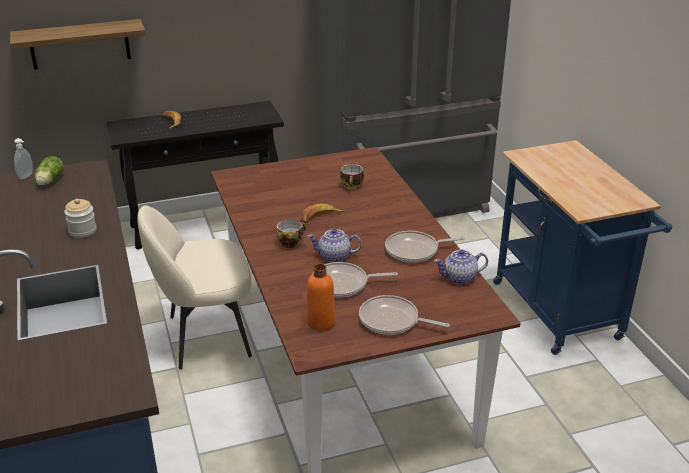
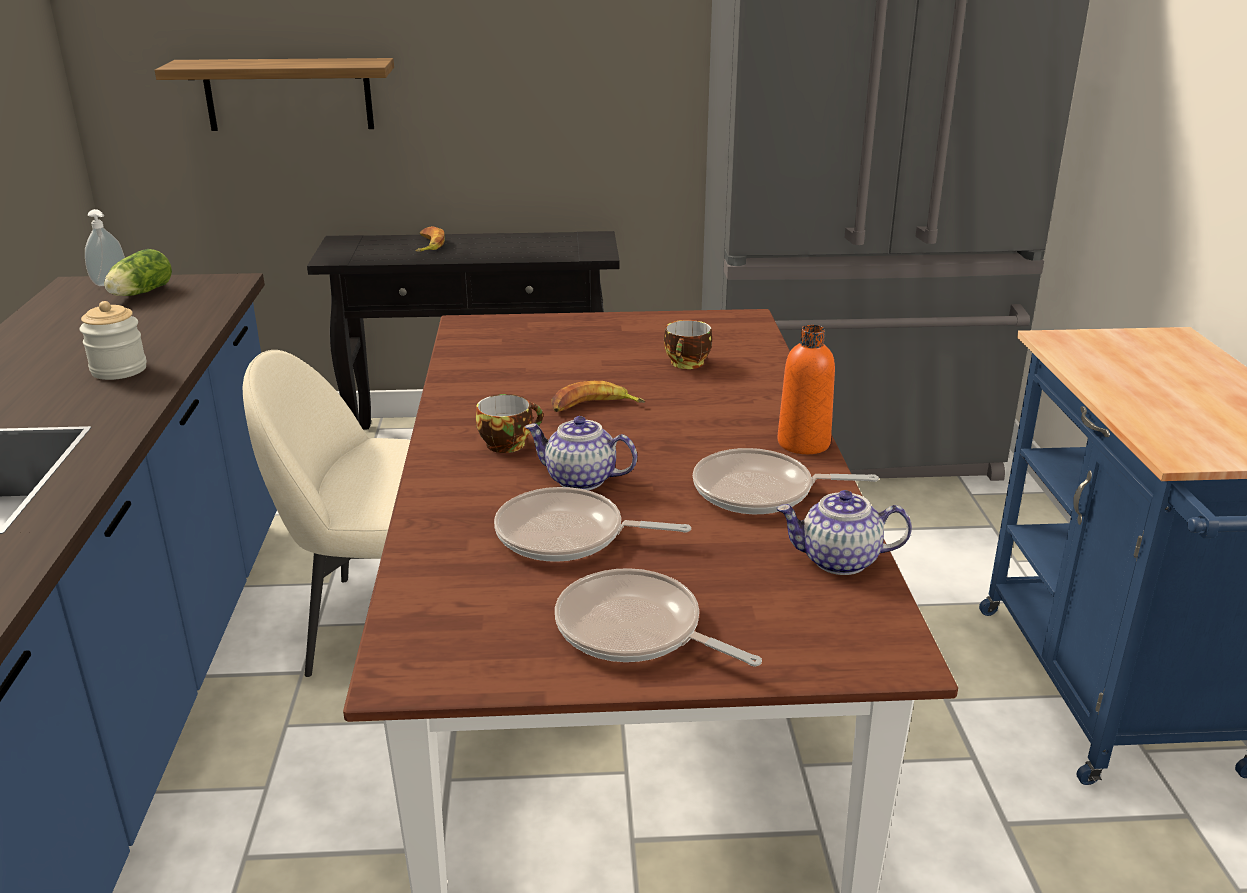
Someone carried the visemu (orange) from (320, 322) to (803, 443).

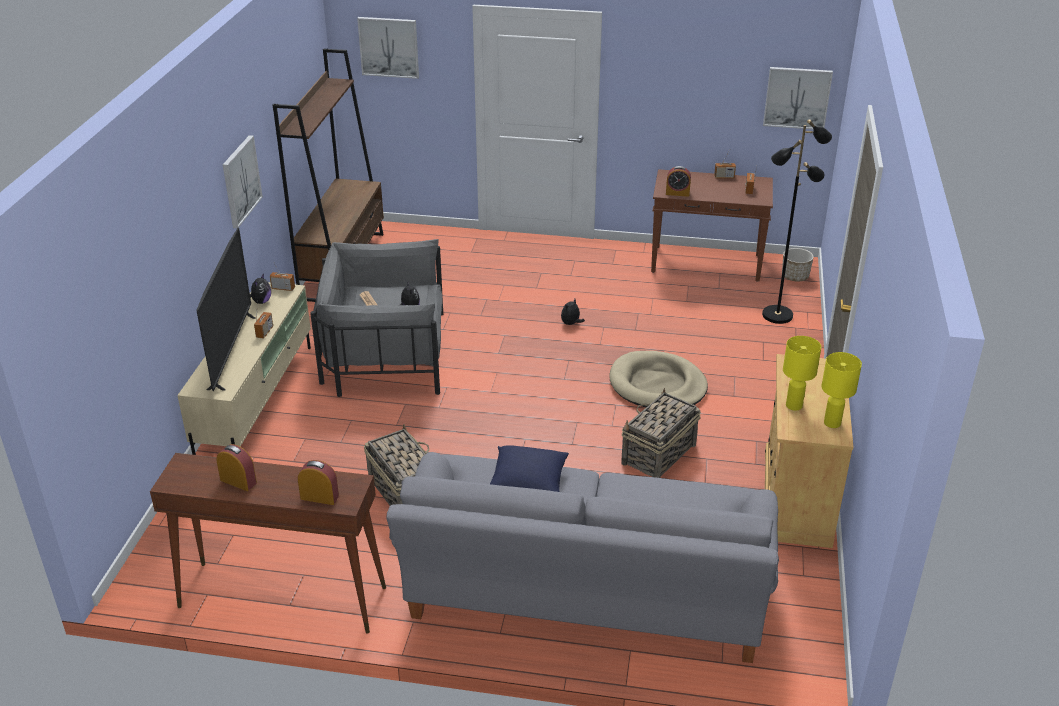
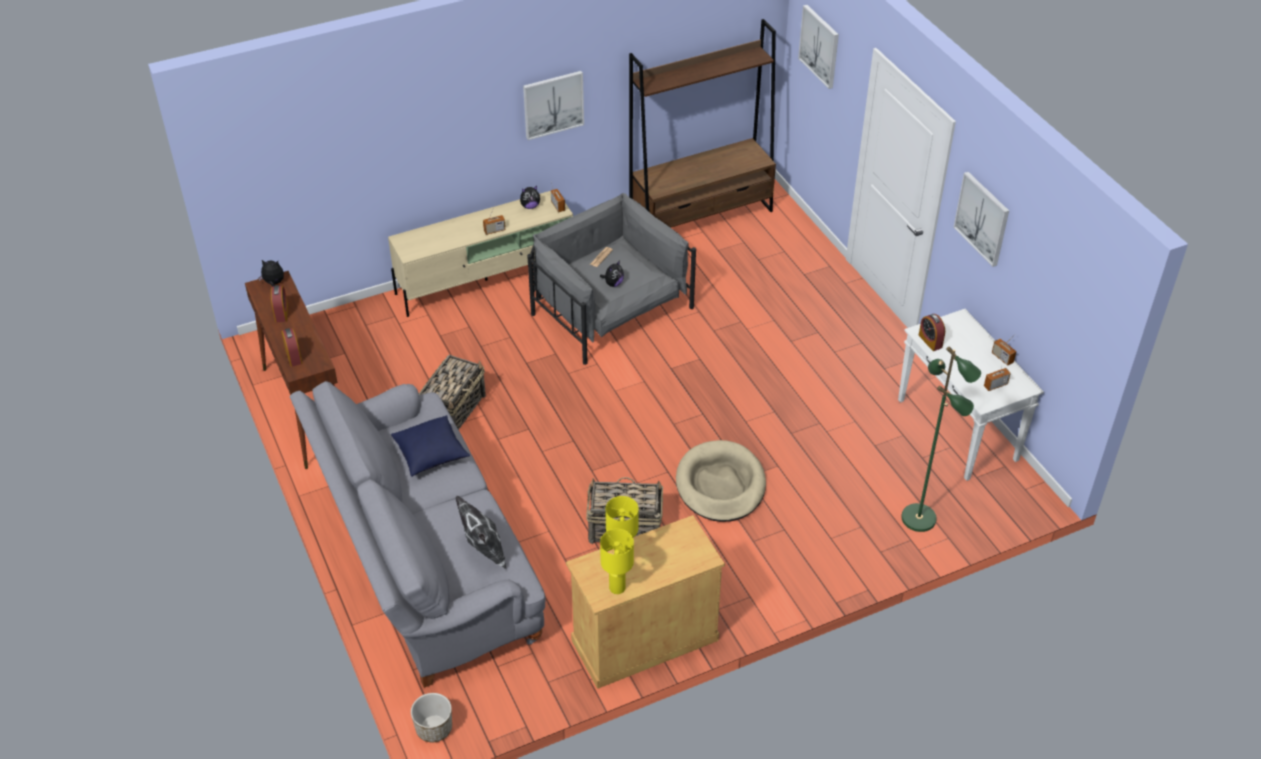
Someone carried the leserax from (797, 97) to (982, 218). Someone repainted the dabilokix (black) at (777, 314), which became the dabilokix (green) at (919, 518). Someone repainted the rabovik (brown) at (707, 263), which became the rabovik (white) at (958, 431). Someone took away the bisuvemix at (232, 352). Someone carried the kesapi from (795, 276) to (434, 728). Someone carried the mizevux from (571, 324) to (274, 283). Someone put down the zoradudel at (484, 553).

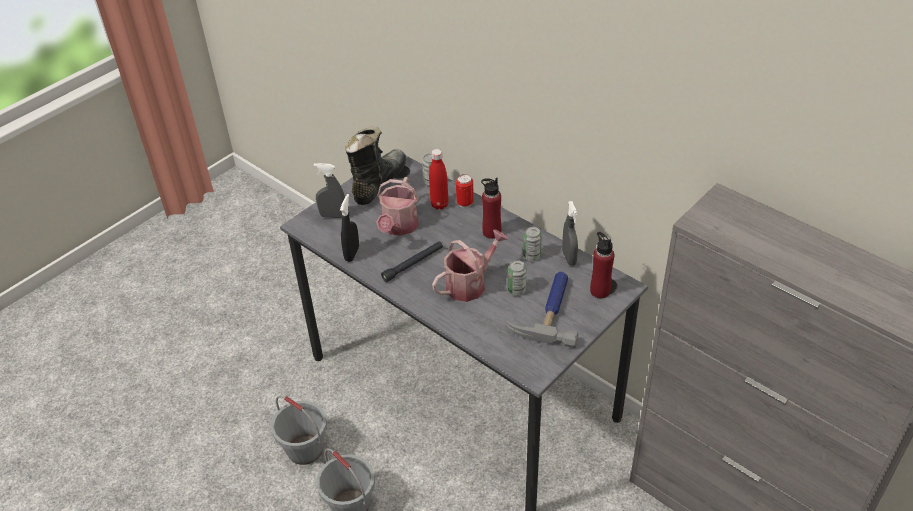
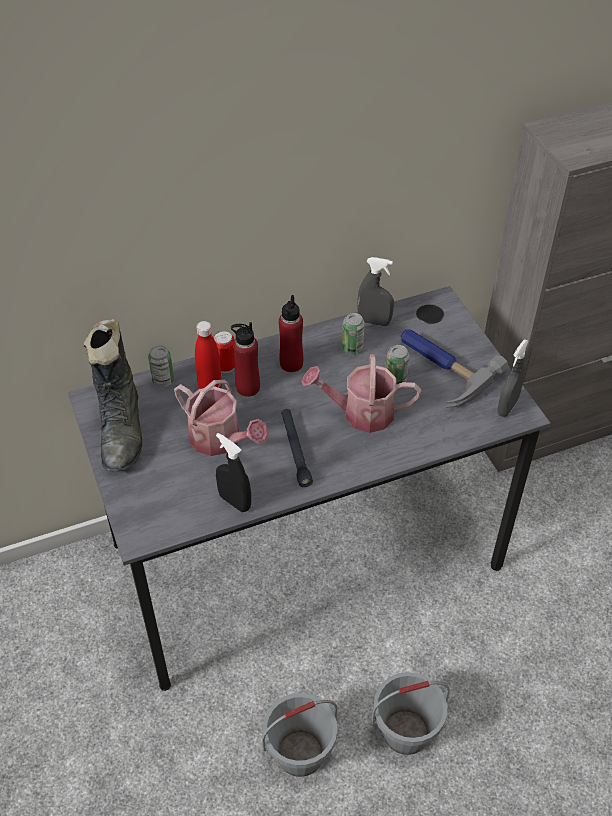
Someone rotated the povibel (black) at (378, 182) by 150 degrees counterclockwise. Someone carried the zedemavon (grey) from (333, 216) to (507, 407). Someone rotated the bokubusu at (470, 283) by 75 degrees counterclockwise. Someone carried the visemu (red) from (600, 291) to (248, 387).

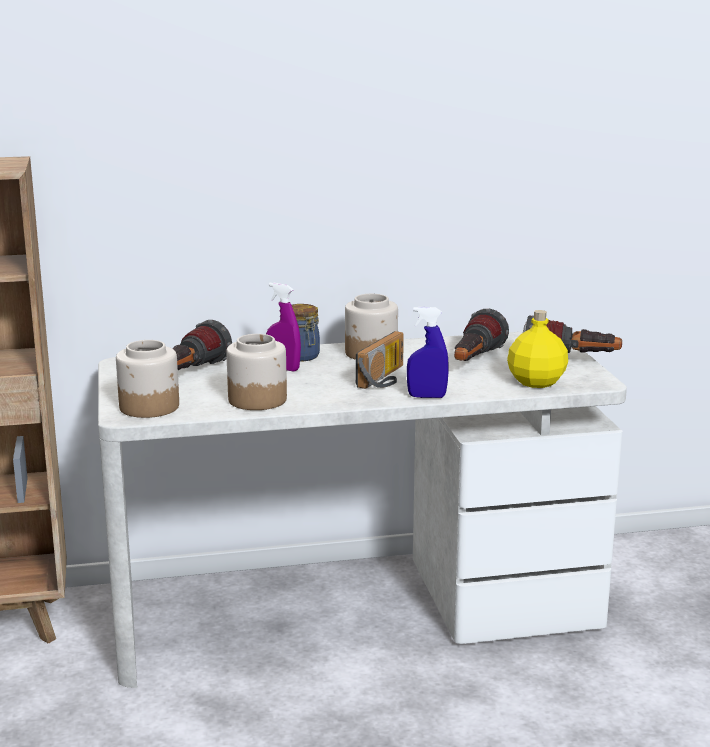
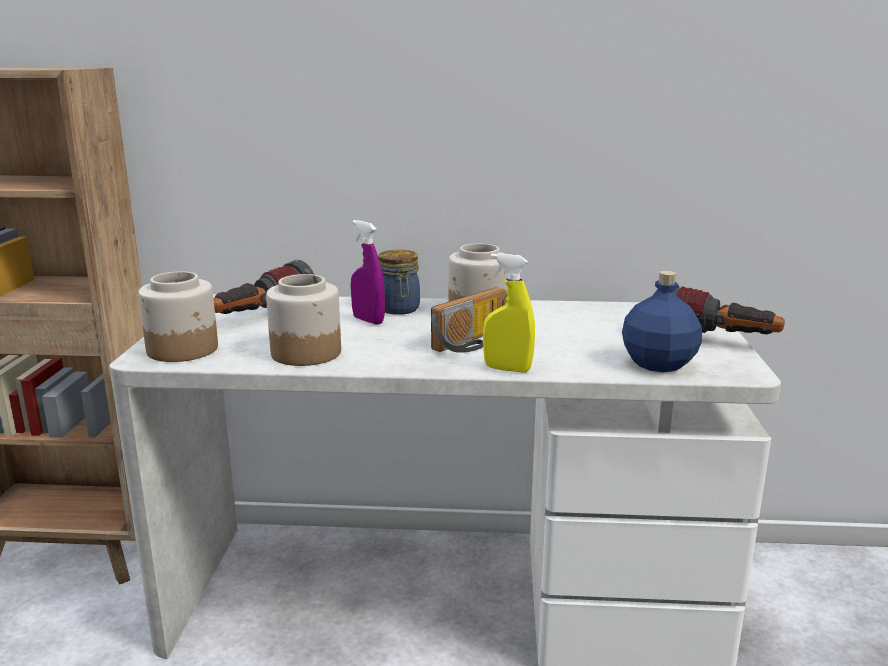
Someone repainted the zedemavon (blue) at (426, 396), which became the zedemavon (yellow) at (507, 369). Someone took away the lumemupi at (474, 362). Someone repainted the visemu (yellow) at (537, 382), which became the visemu (blue) at (659, 364).

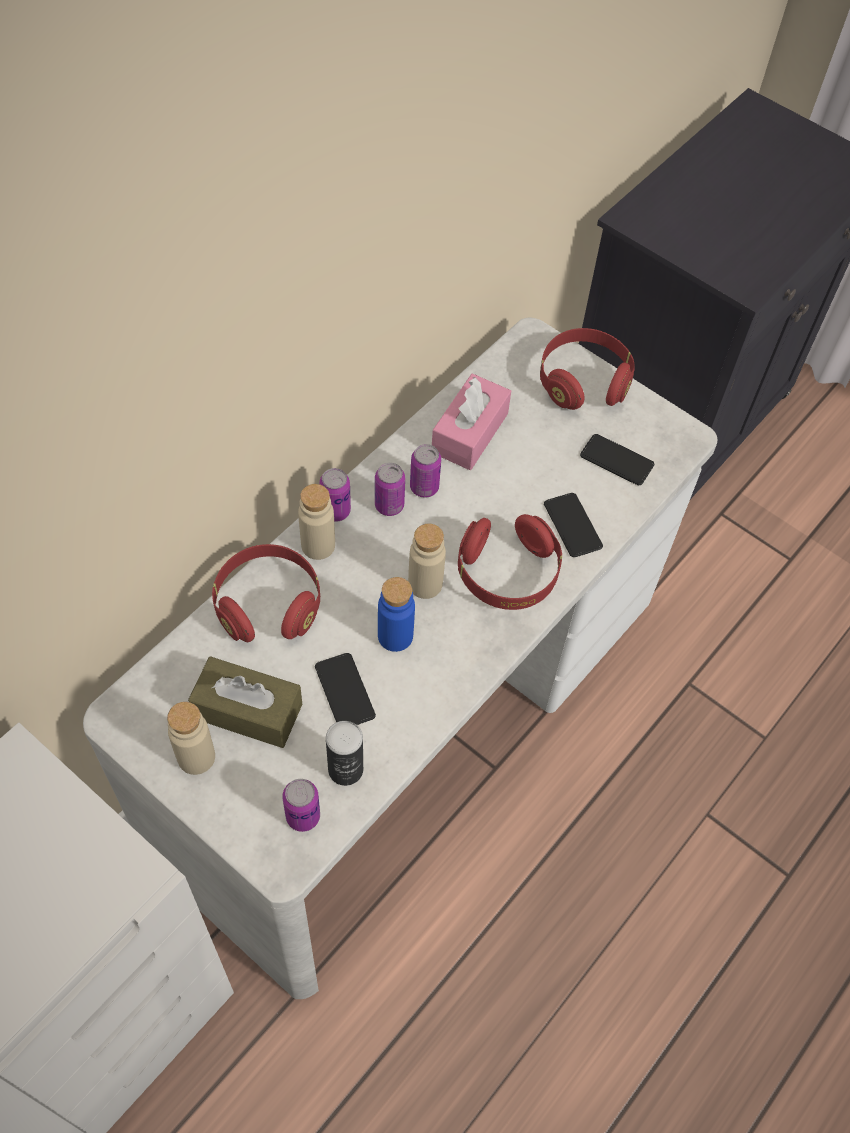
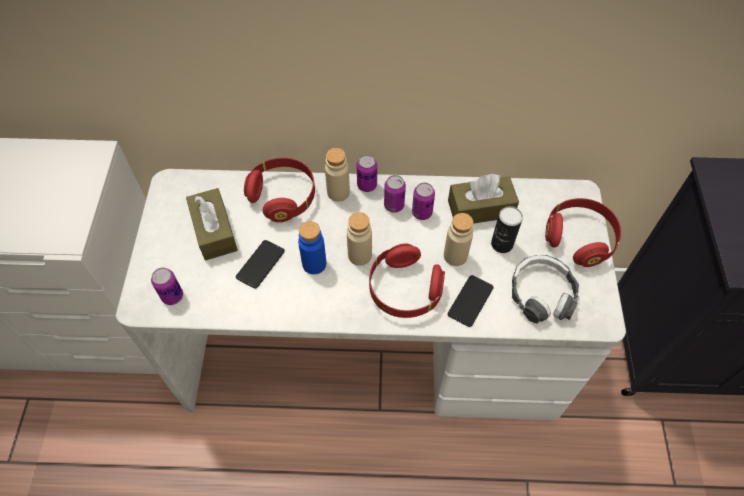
Someone repainted the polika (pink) at (470, 433), which became the polika (brown) at (480, 209). Someone swapped the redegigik at (616, 460) for the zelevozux at (541, 293). Someone carried the visemu (beige) from (196, 757) to (455, 256). Someone carried the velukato from (345, 769) to (502, 244).

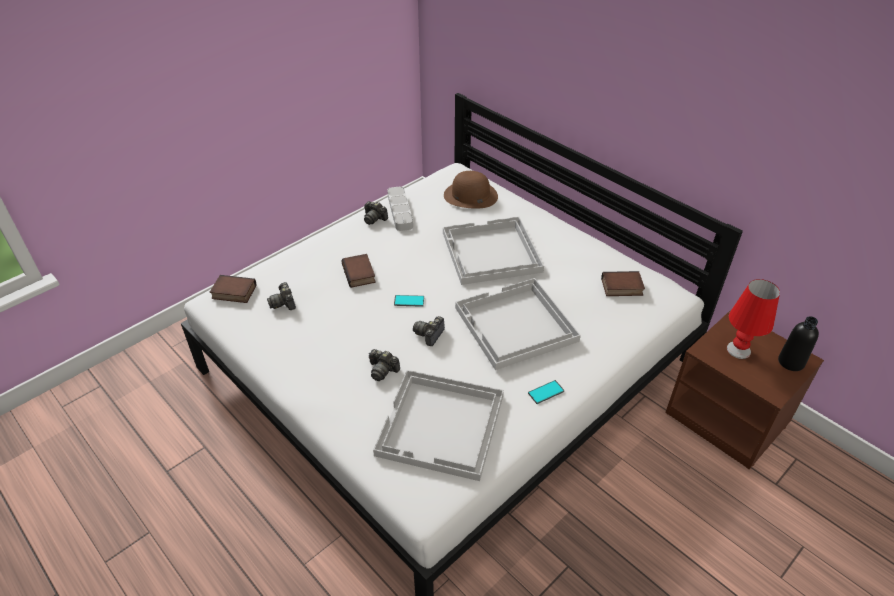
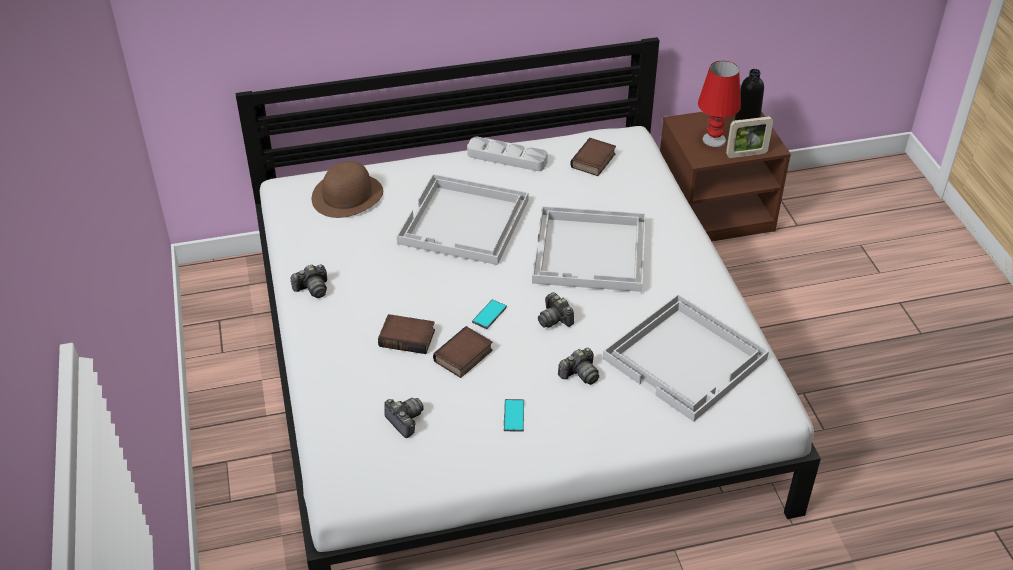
Someone carried the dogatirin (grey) from (400, 211) to (507, 158). Someone carried the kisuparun from (233, 293) to (464, 357). Someone rotated the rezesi at (283, 303) by 135 degrees counterclockwise. Someone carried the redegigik from (546, 392) to (514, 415). Someone put down the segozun at (746, 154).

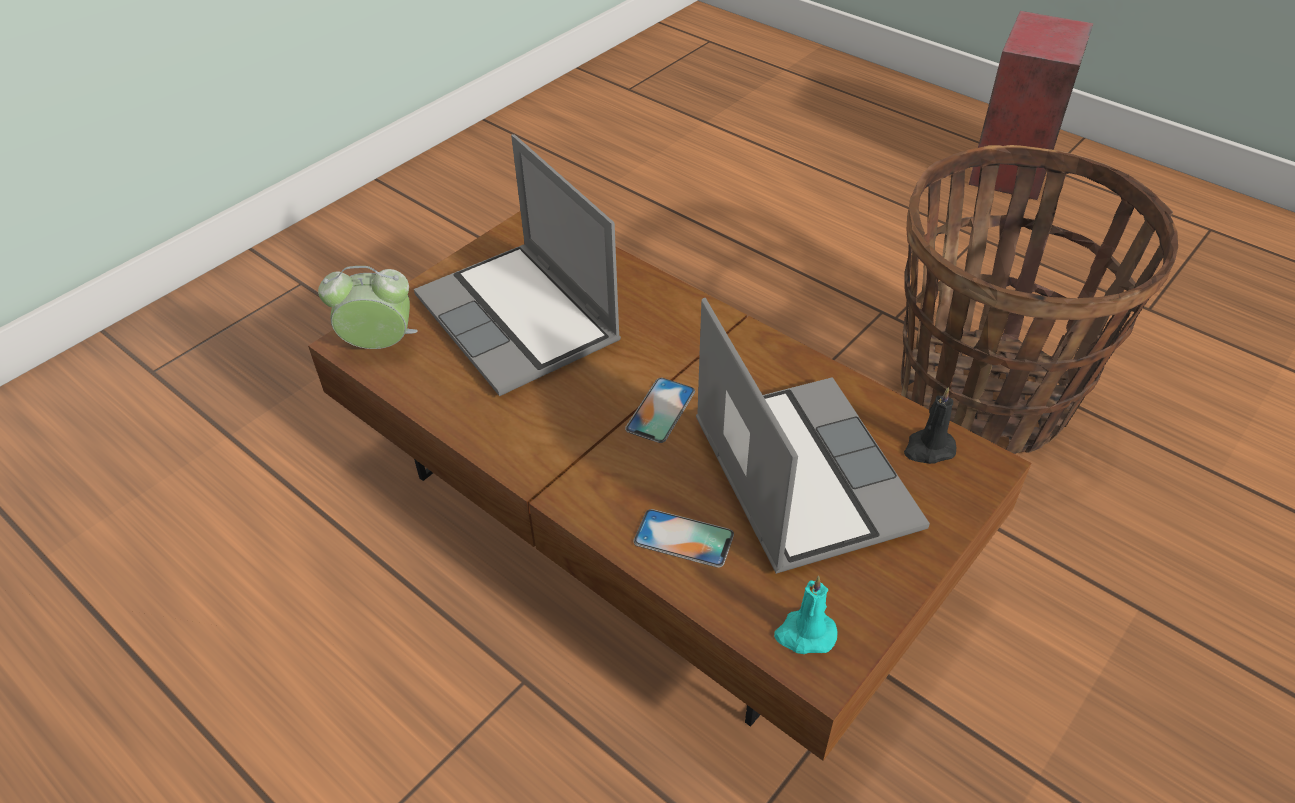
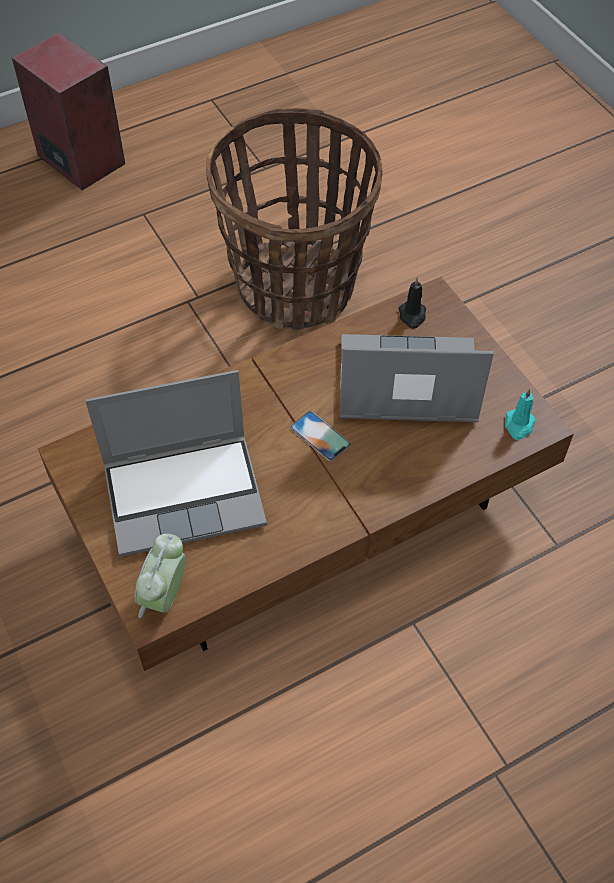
Someone took away the redegigik at (683, 538).

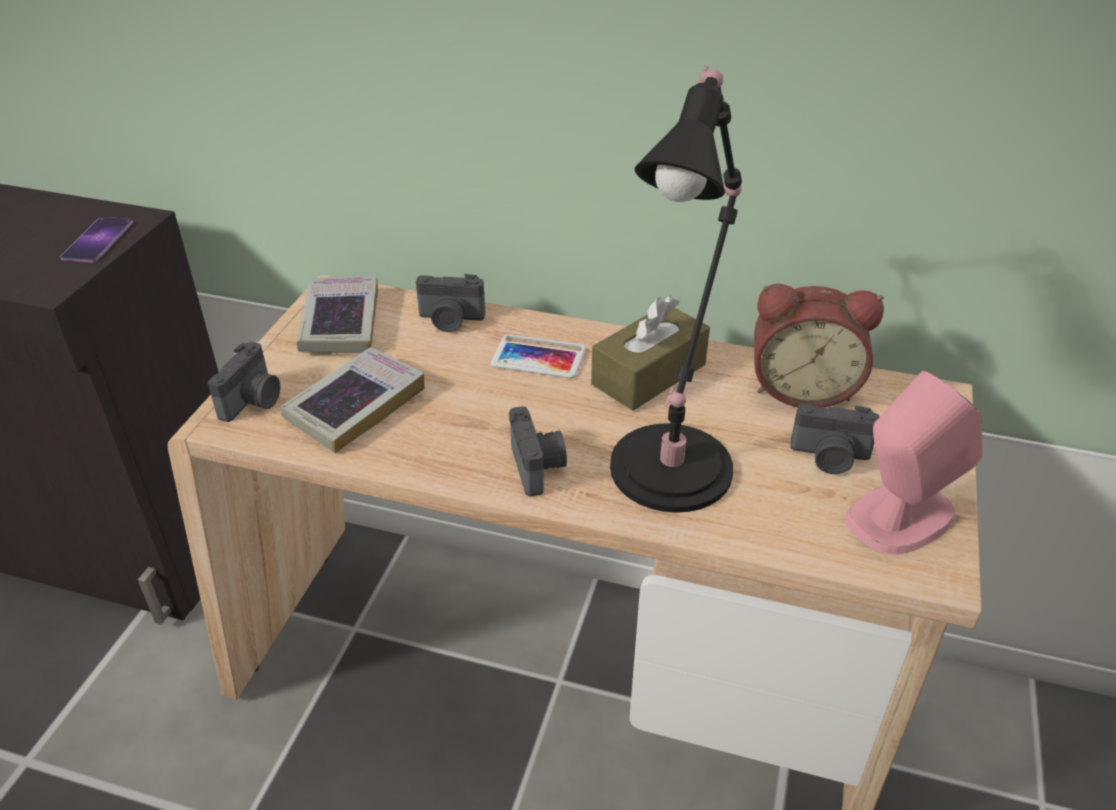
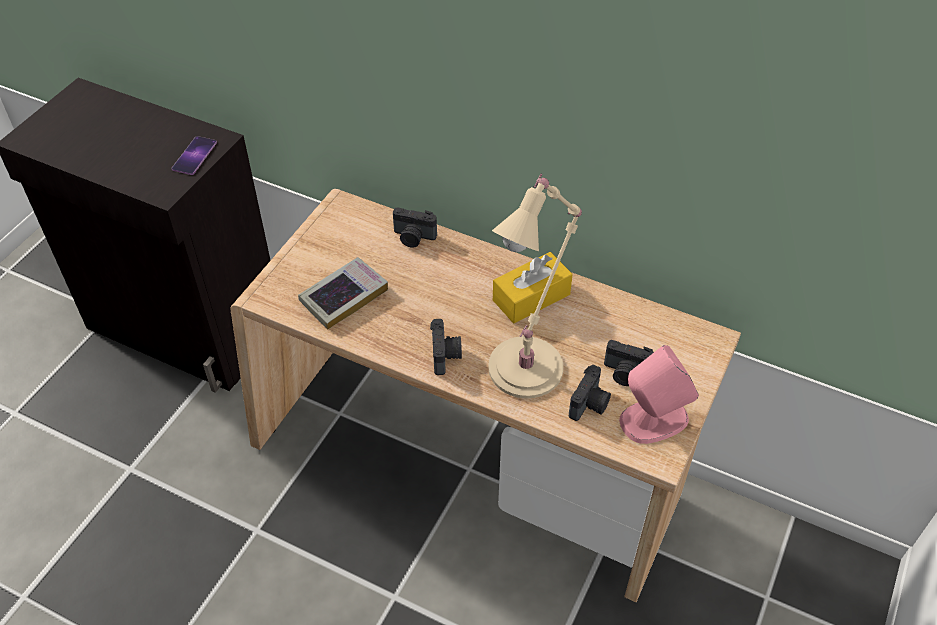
Someone repainted the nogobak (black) at (675, 461), which became the nogobak (beige) at (529, 363). Someone took away the kisuparun at (340, 323). Someone took away the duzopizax at (802, 388). Someone repainted the polika (brown) at (648, 374), which became the polika (yellow) at (531, 297). Someone took away the redegigik at (538, 357). Someone carried the rezesi from (253, 401) to (590, 404).

